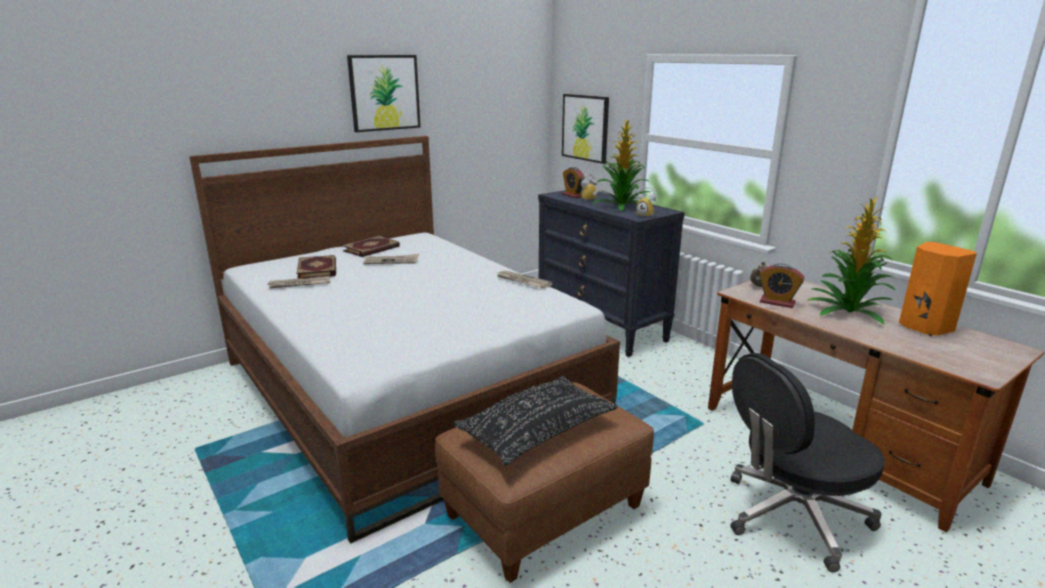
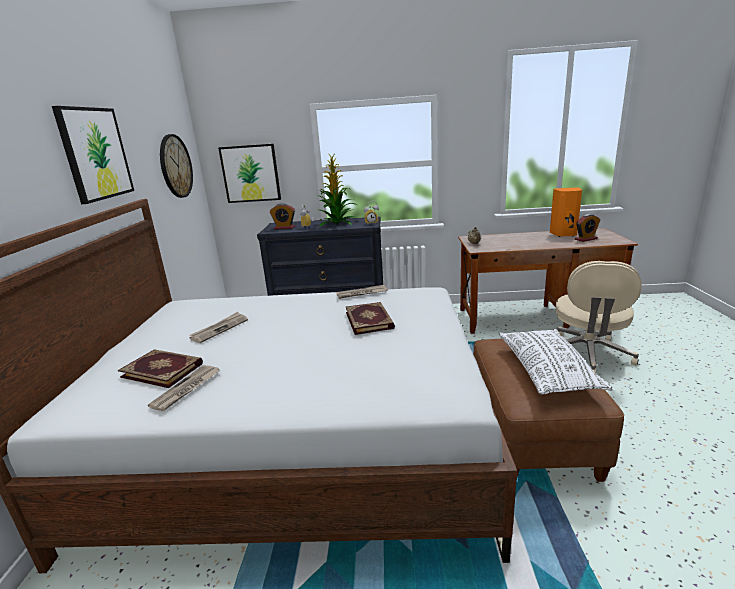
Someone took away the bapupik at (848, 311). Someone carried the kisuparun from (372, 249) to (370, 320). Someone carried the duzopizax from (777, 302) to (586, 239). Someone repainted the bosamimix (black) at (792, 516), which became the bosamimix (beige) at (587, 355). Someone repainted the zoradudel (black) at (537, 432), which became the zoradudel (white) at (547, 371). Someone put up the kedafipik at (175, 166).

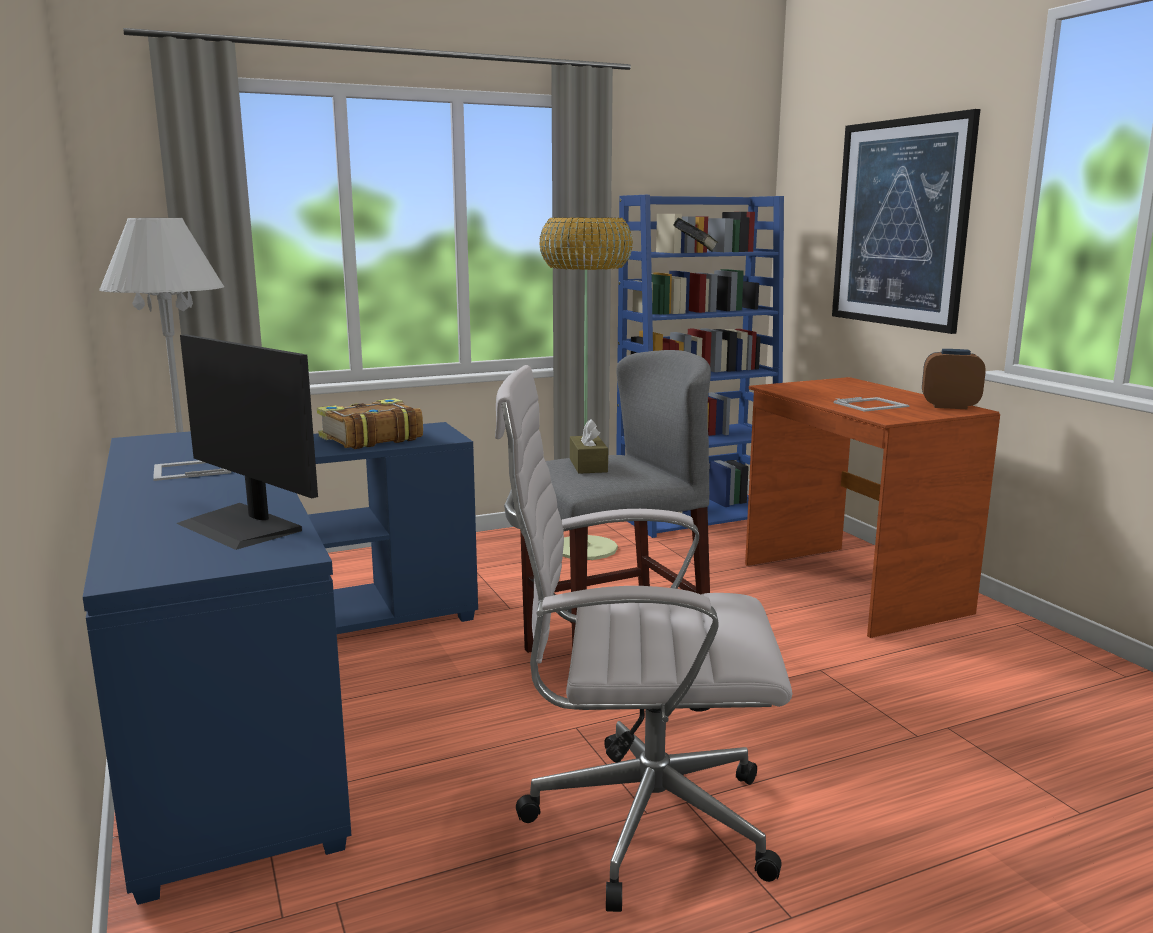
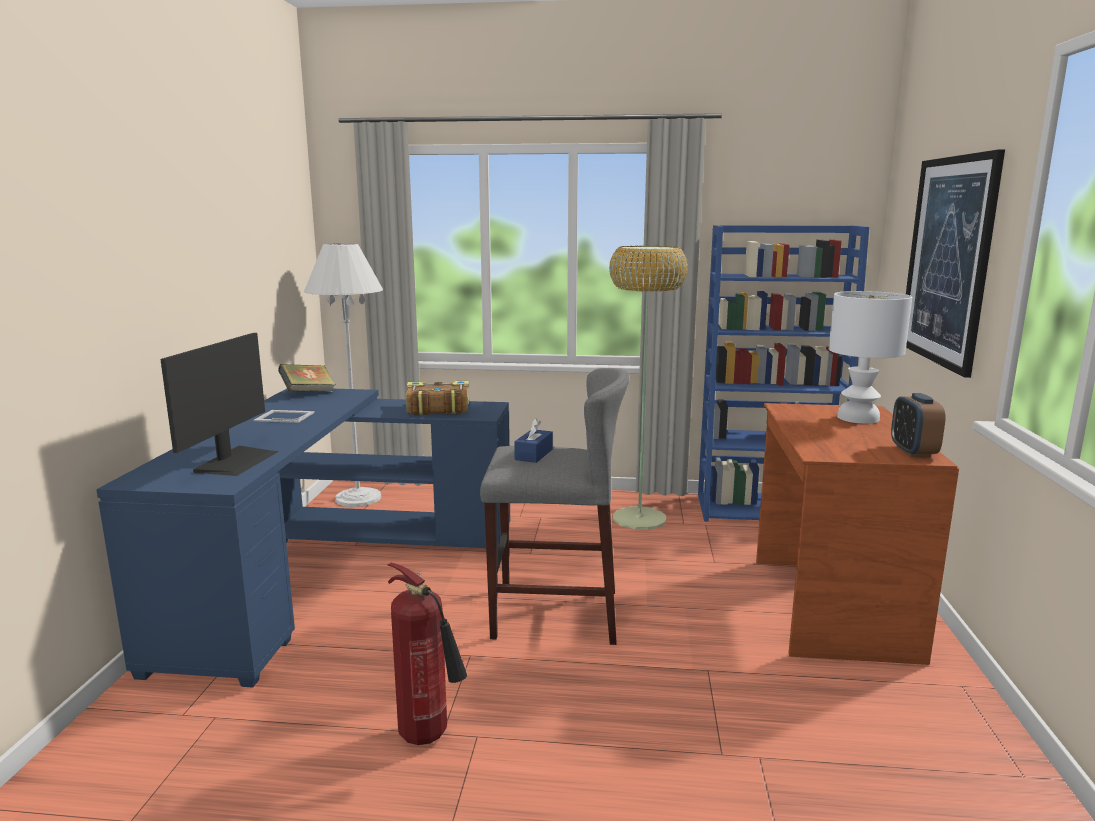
Someone carried the kisuparun from (695, 252) to (308, 393). Someone rotated the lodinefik at (242, 526) by 150 degrees counterclockwise. Someone rotated the duzopizax at (949, 406) by 135 degrees counterclockwise. Someone swapped the bosamimix (white) at (637, 821) for the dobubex at (429, 737). Someone took away the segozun at (872, 404). Someone repainted the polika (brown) at (588, 465), which became the polika (blue) at (534, 454). Someone put down the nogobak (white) at (859, 418).

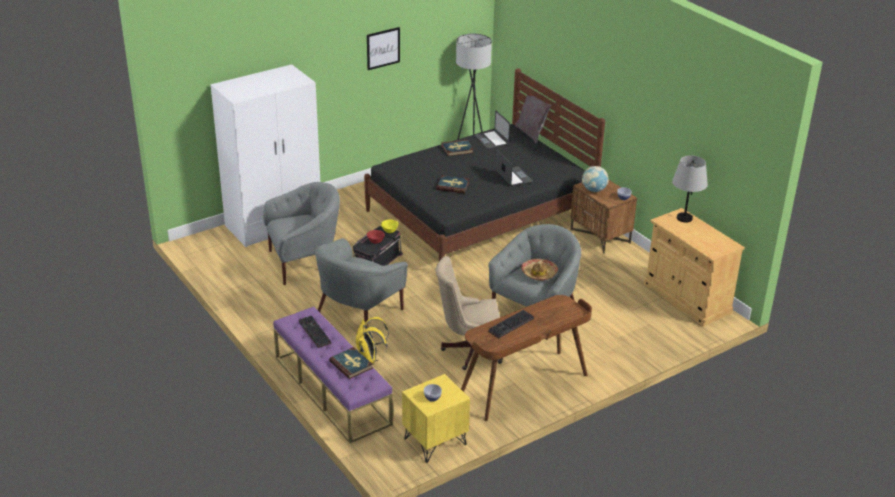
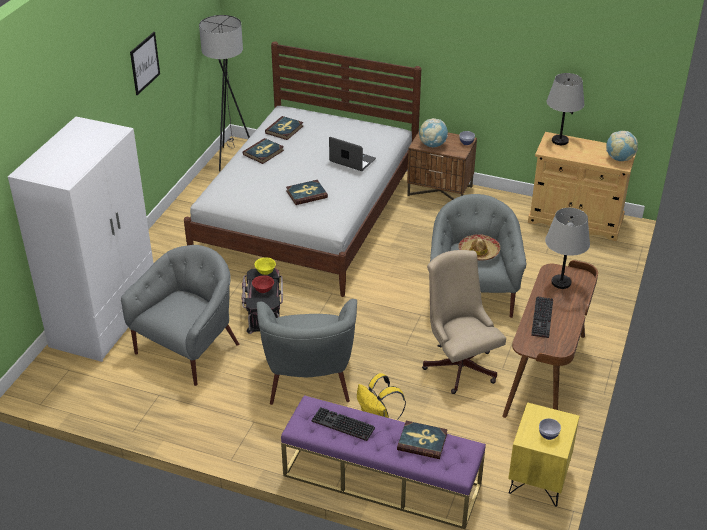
Someone repainted the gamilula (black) at (479, 215), which became the gamilula (white) at (308, 216). Someone took away the zoradudel (grey) at (531, 133). Someone swapped the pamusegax at (491, 140) for the kisuparun at (284, 129). Someone rotated the bosamimix (beige) at (469, 350) by 105 degrees clockwise. Someone put down the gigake at (619, 159). Someone put down the nogobak (grey) at (561, 283).

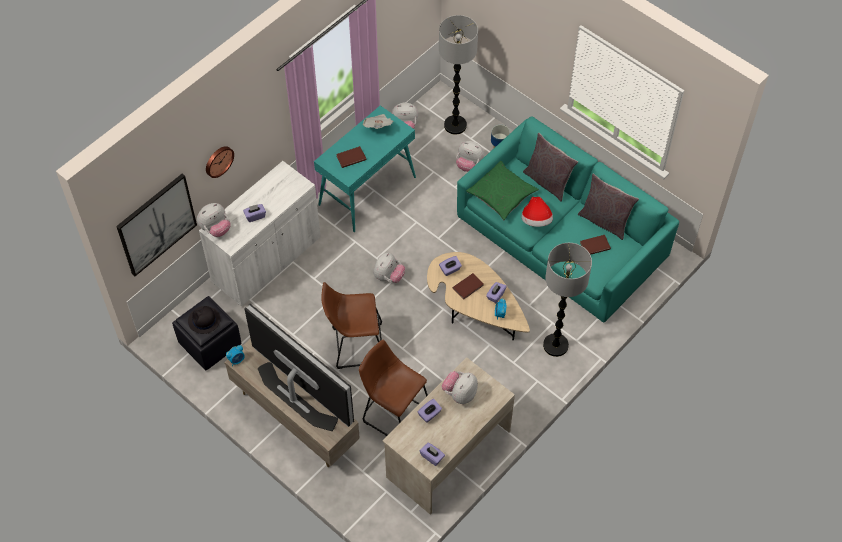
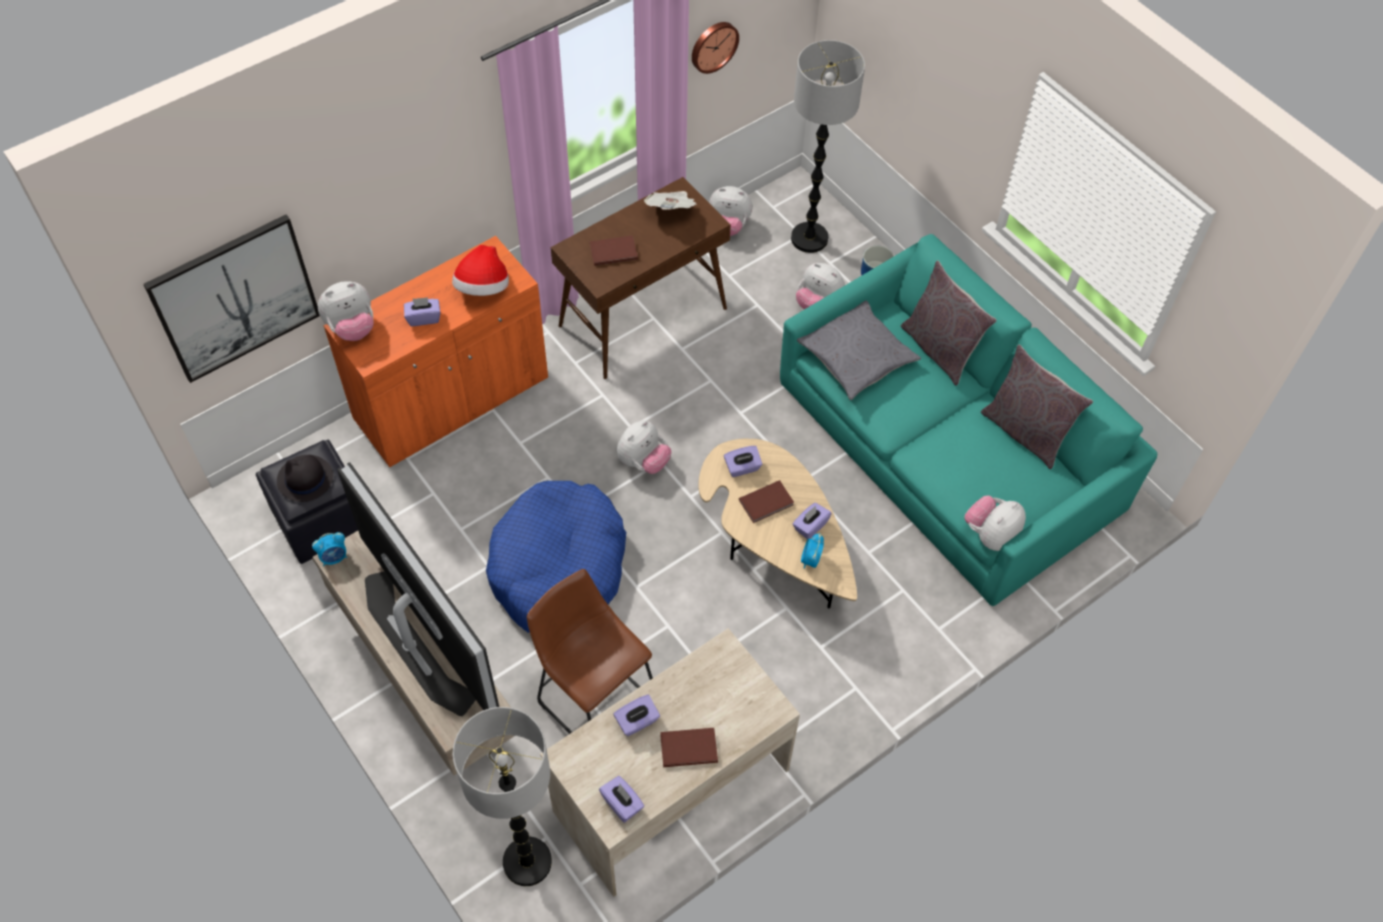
Someone repainted the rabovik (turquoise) at (367, 190), which became the rabovik (brown) at (643, 317). Someone carried the kedafipik from (218, 161) to (713, 46). Someone repainted the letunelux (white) at (266, 260), which became the letunelux (orange) at (452, 399). Someone repainted the zoradudel (green) at (501, 194), which became the zoradudel (grey) at (857, 357). Someone carried the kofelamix from (536, 220) to (483, 288). Someone carried the kisuparun (brown) from (594, 245) to (687, 747). Someone carried the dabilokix from (555, 345) to (527, 862). Someone swapped the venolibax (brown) at (355, 346) for the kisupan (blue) at (559, 568). Someone carried the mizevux from (460, 394) to (990, 535).

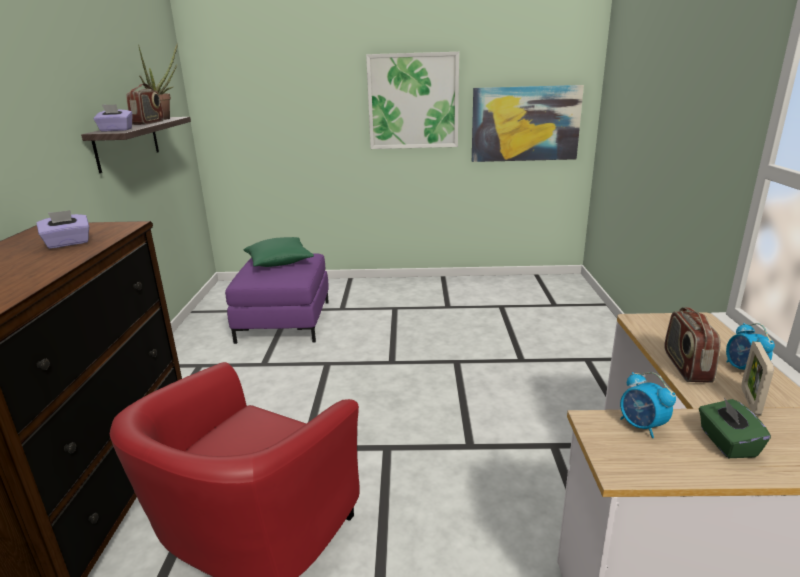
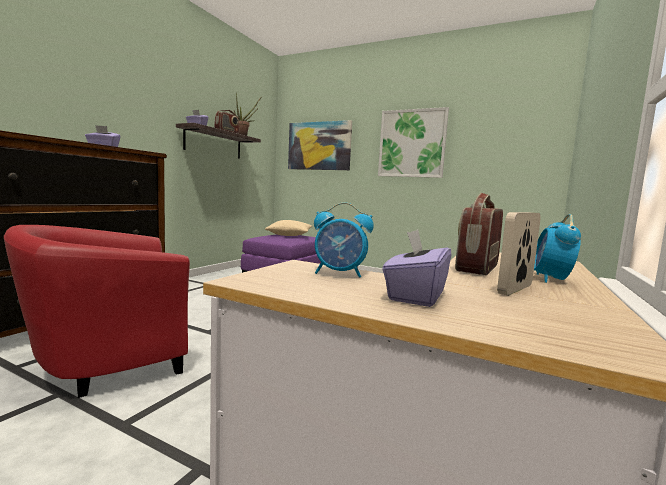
Someone carried the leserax from (525, 124) to (319, 146). Someone repainted the zoradudel (green) at (279, 262), which became the zoradudel (beige) at (289, 235). Someone rotated the duzopizax at (641, 426) by 75 degrees counterclockwise. Someone repainted the polika (green) at (727, 443), which became the polika (purple) at (415, 296).

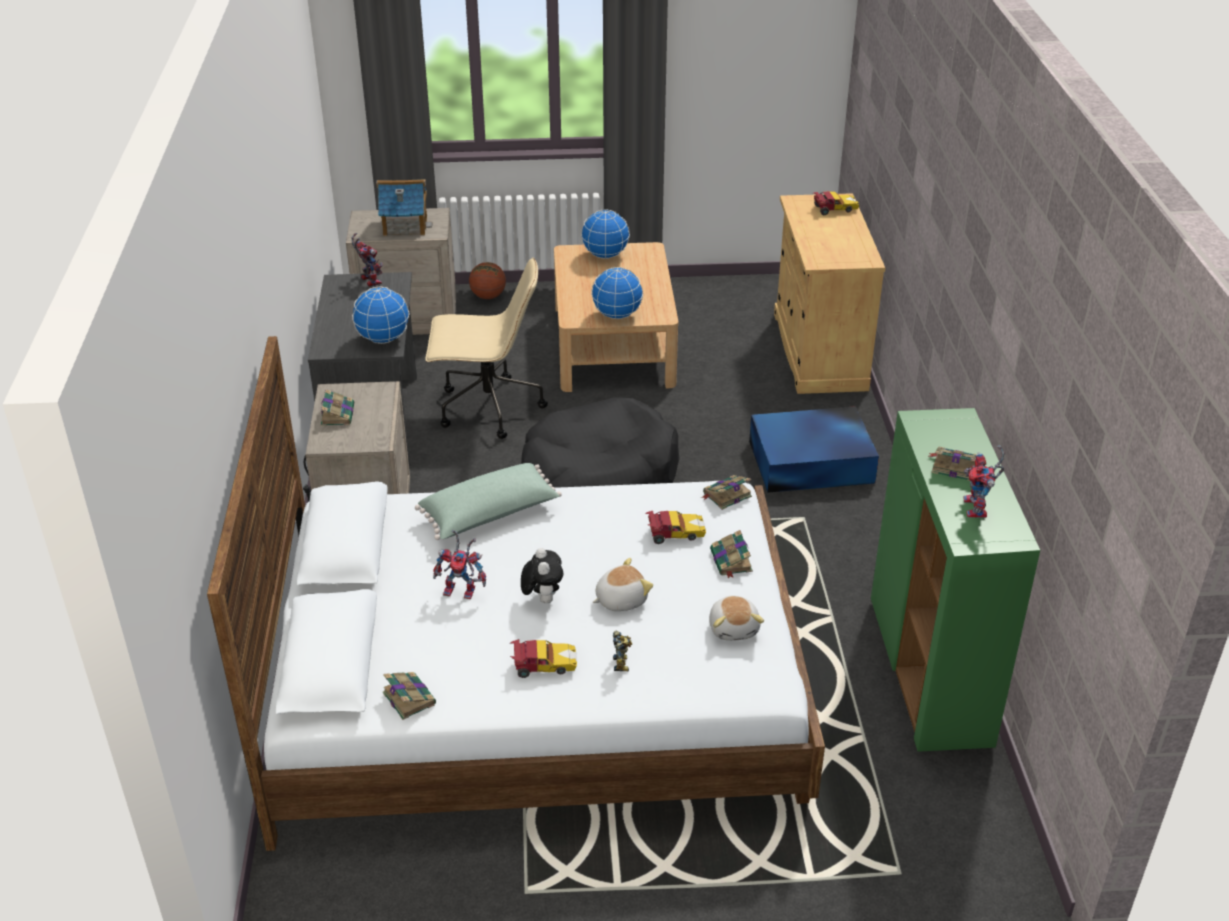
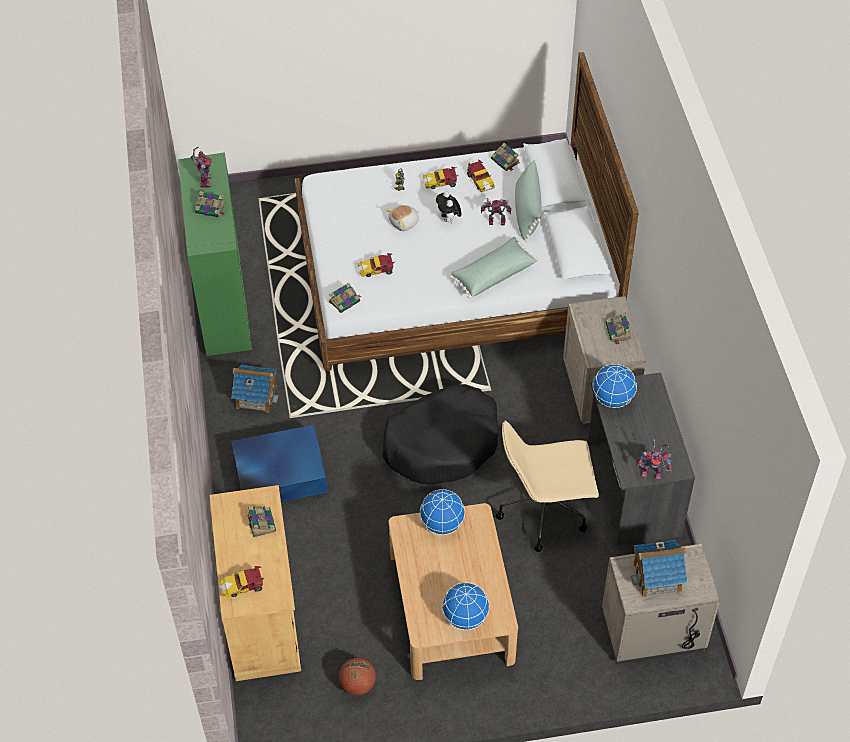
Someone rotated the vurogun at (368, 280) by 45 degrees counterclockwise. Someone carried the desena from (488, 296) to (358, 685). Someone carried the kisuparun from (731, 561) to (261, 522). Someone took away the mizevux at (734, 628). Someone put down the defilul at (480, 180). Someone put down the zoradudel (green) at (527, 212). Someone put down the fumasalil at (256, 396).

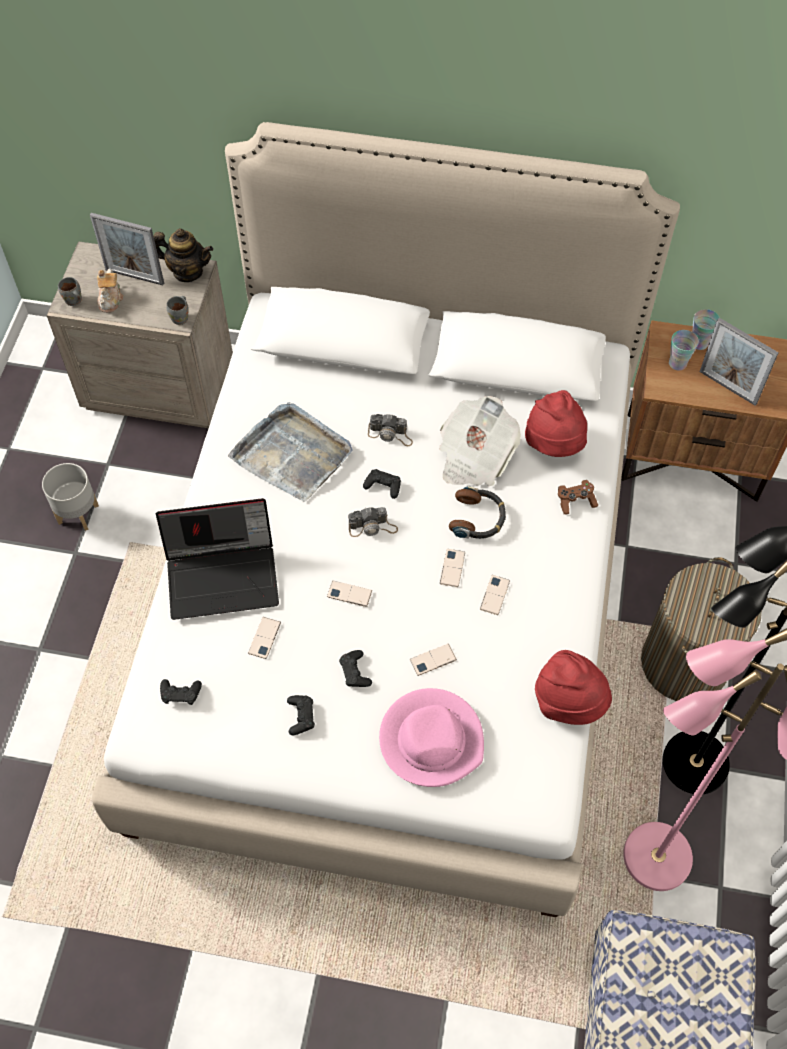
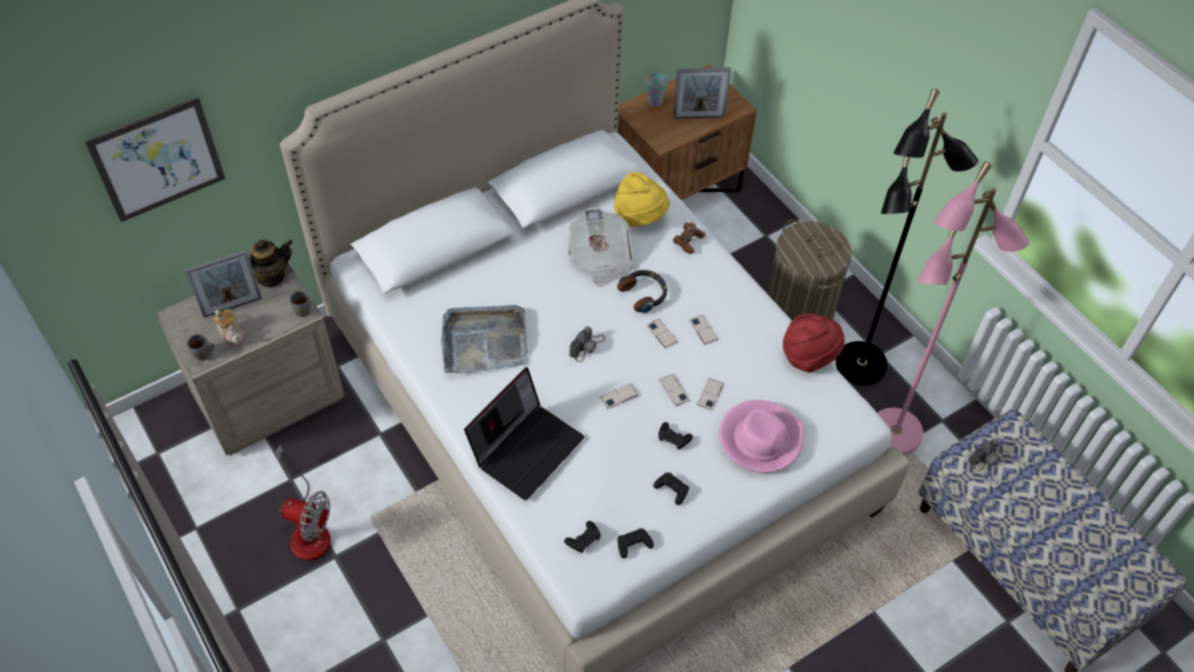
Someone took away the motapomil at (677, 363). Someone repainted the kofelamix (red) at (555, 444), which became the kofelamix (yellow) at (640, 217). Someone carried the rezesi from (390, 434) to (988, 458). Someone swapped the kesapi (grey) at (78, 513) for the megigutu at (307, 529). Someone carried the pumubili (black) from (383, 486) to (633, 544). Someone carried the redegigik from (264, 638) to (674, 390). Someone put up the leserax at (158, 159).

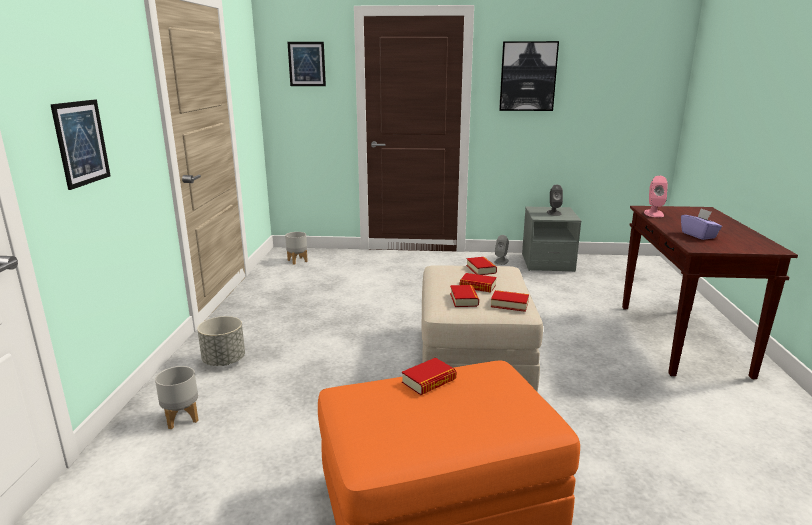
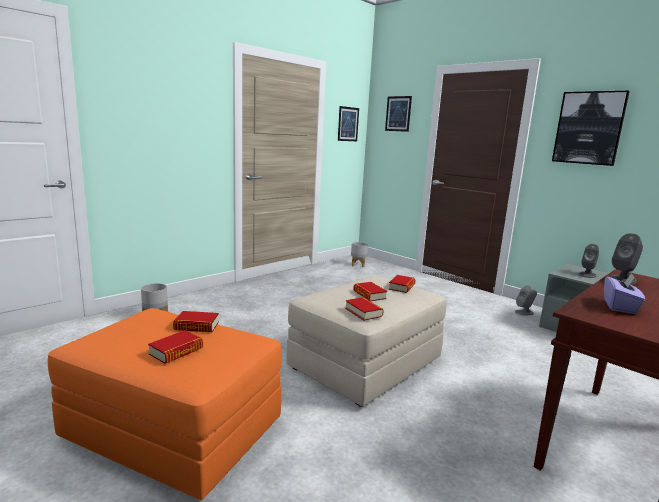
Someone carried the leserax from (81, 143) to (348, 124). Someone repainted the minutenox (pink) at (653, 213), which became the minutenox (grey) at (622, 280). Someone carried the kisuparun from (464, 299) to (176, 351). Someone took away the kesapi (grey) at (224, 360).

